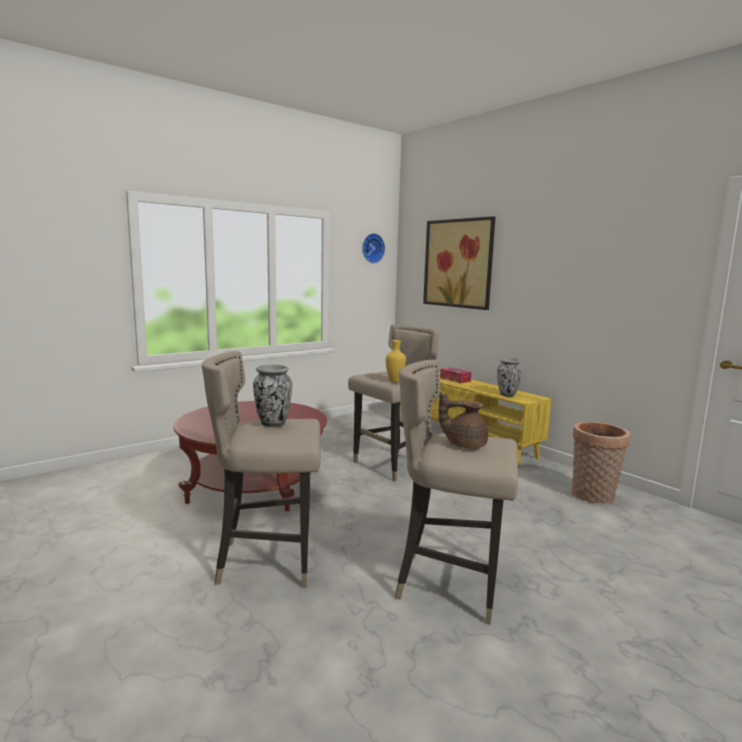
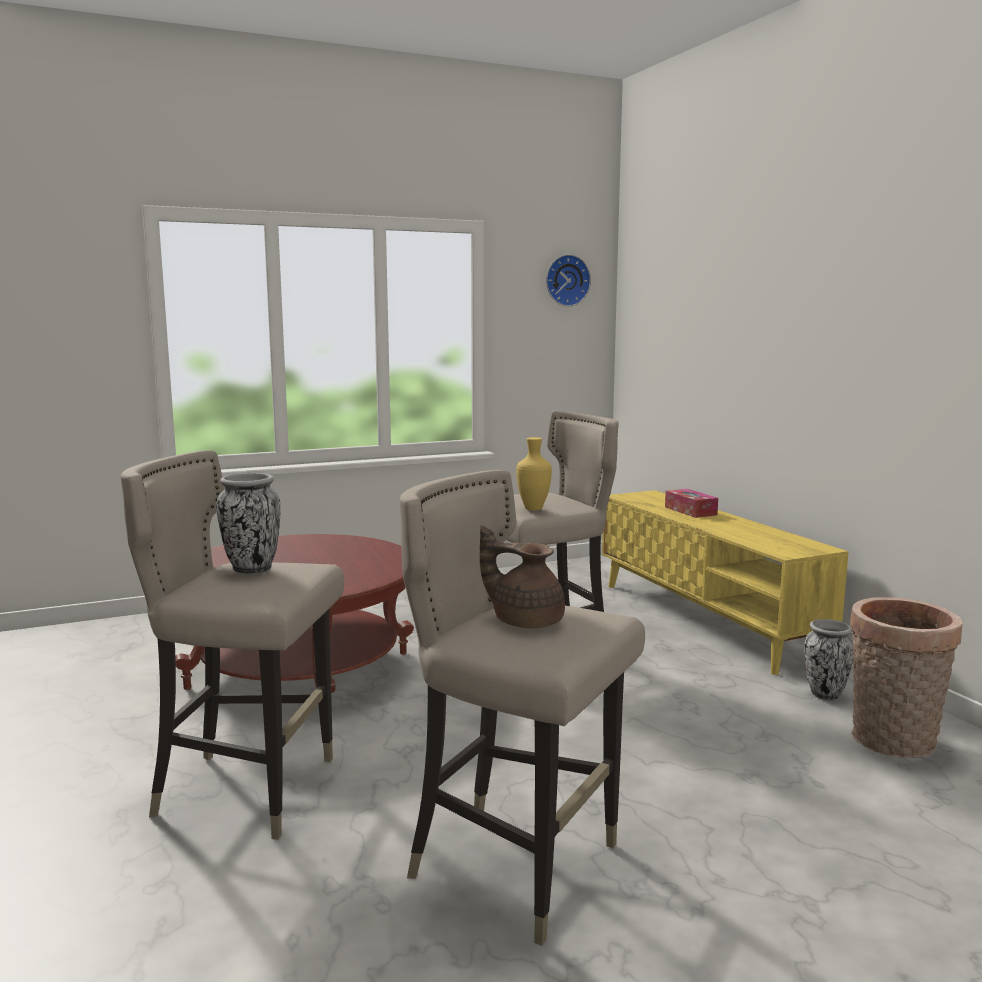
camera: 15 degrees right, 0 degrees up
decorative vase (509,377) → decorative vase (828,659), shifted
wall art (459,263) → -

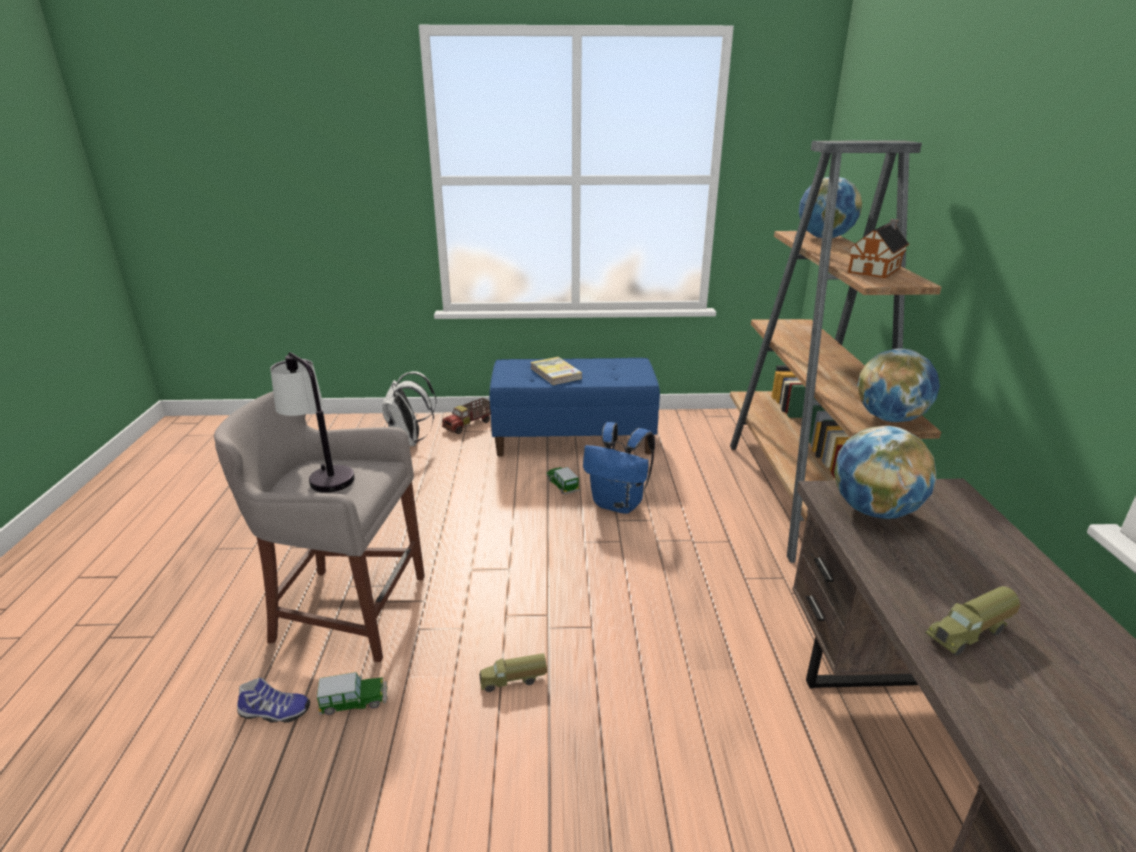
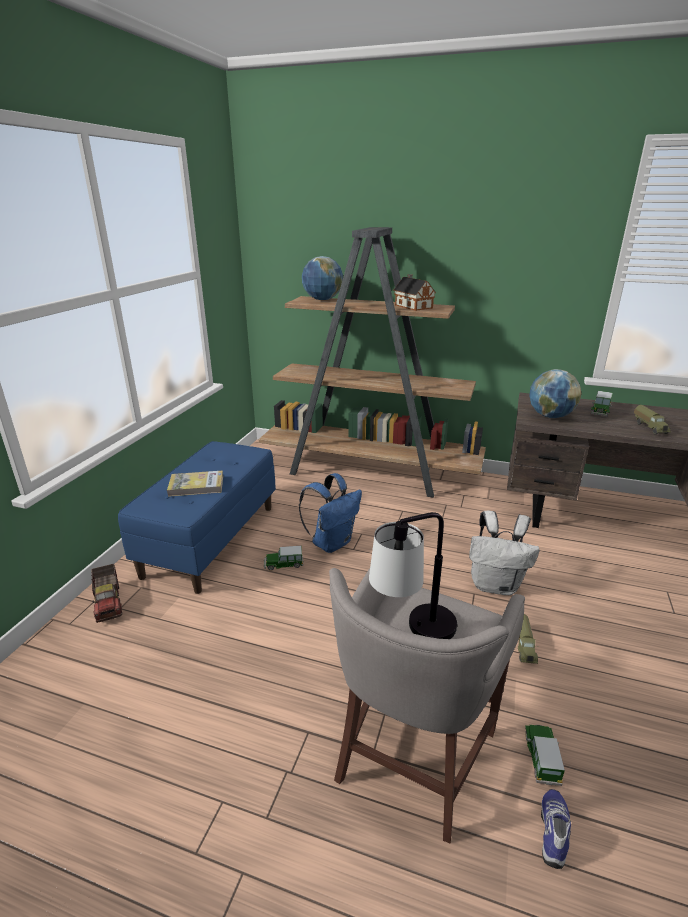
camera: 70 degrees left, 0 degrees up
rucksack (whitish) (409,408) → rucksack (whitish) (504,553), shifted
- → toy car (602,404)
globe (899,385) → -

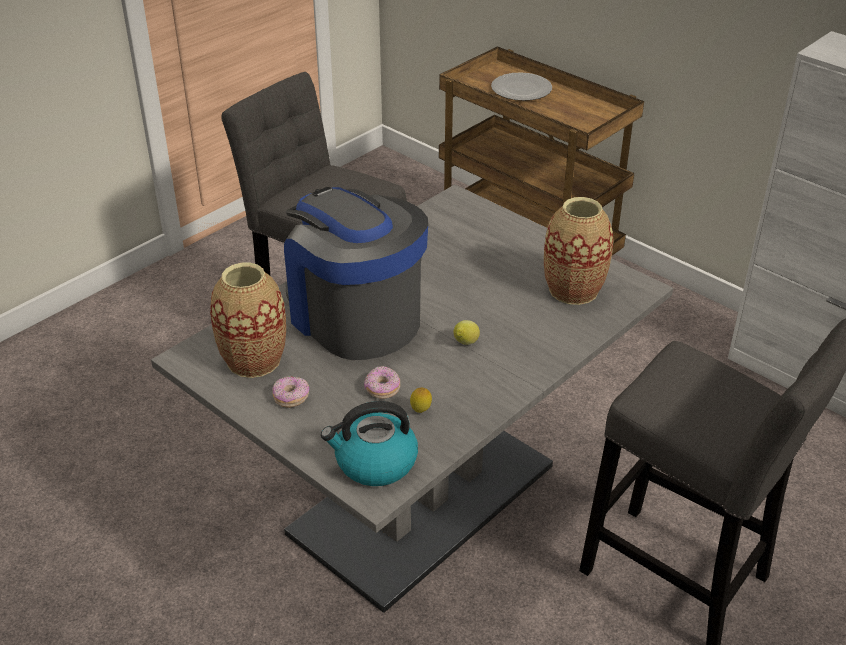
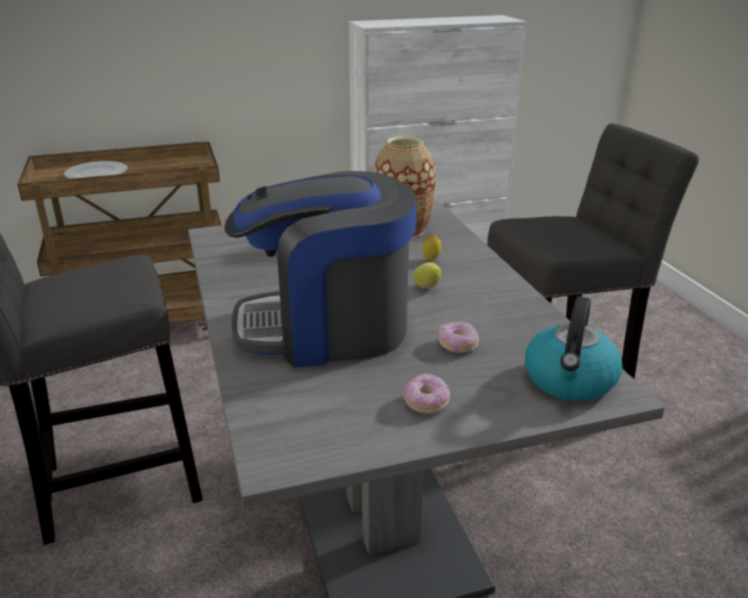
camera: 60 degrees left, 10 degrees down
citrus fruit (421,400) → citrus fruit (432,247), shifted
decorative vase (248,320) → -

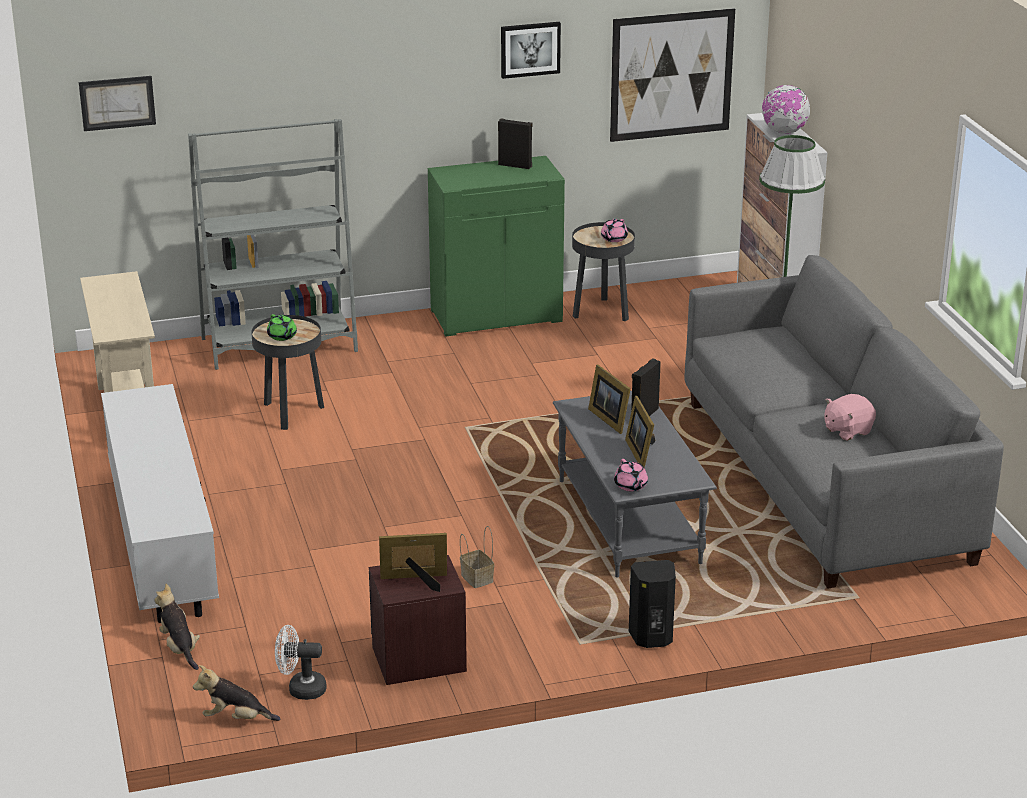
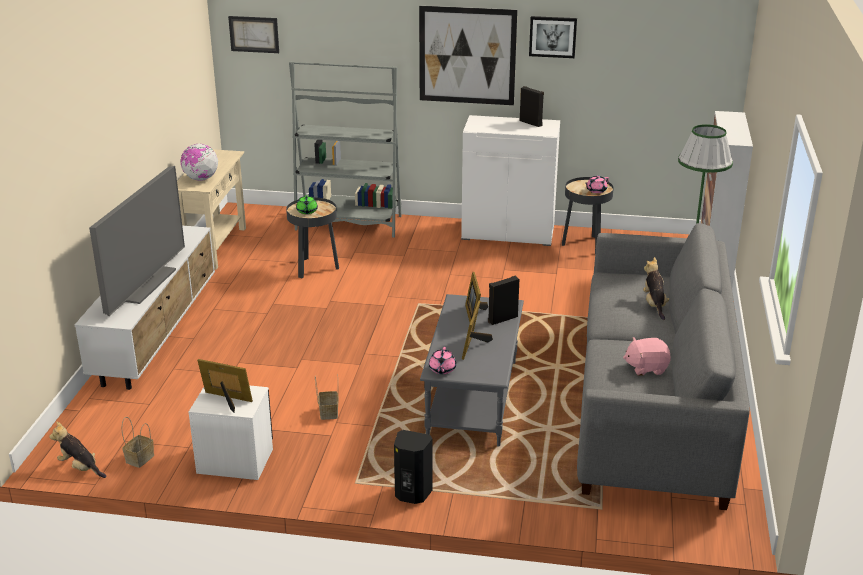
camera: 25 degrees right, 0 degrees up
- → TV (137,241)
fan (whitish) (300,662) → basket (138,442)
globe (786,109) → globe (199,162), shifted
bedside table (brownish) (418,620) → bedside table (whitish) (231,432)
wall art (672,75) → wall art (468,55), shifted
cupboard (greenish) (496,246) → cupboard (whitish) (510,180)
plush toy (177,627) → plush toy (656,288), shifted

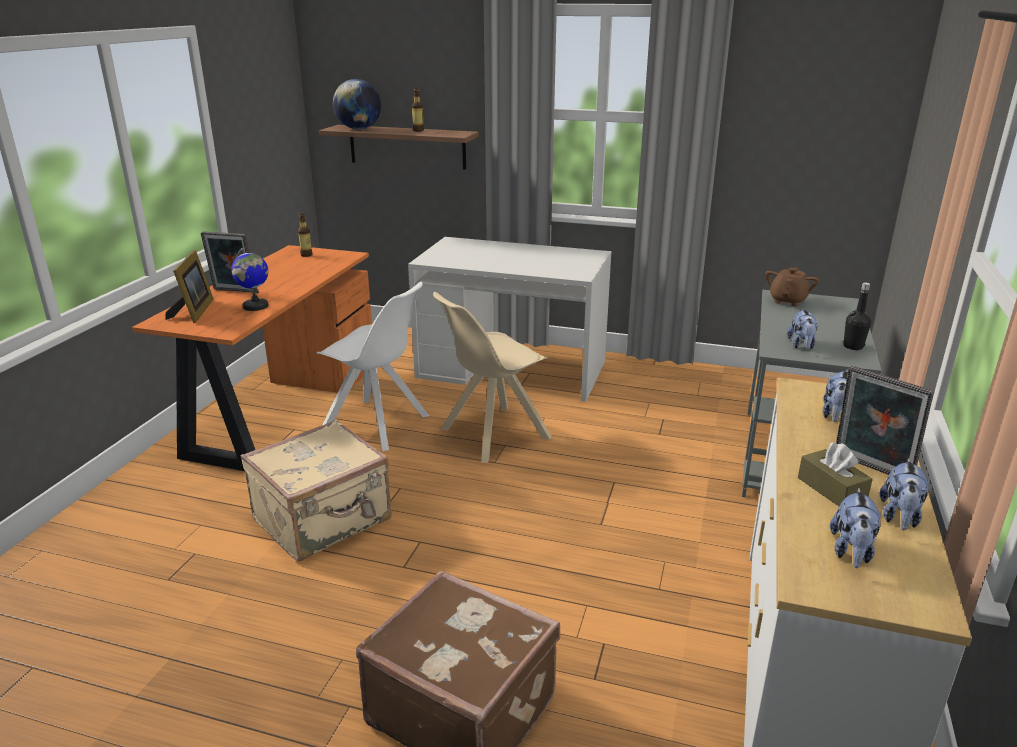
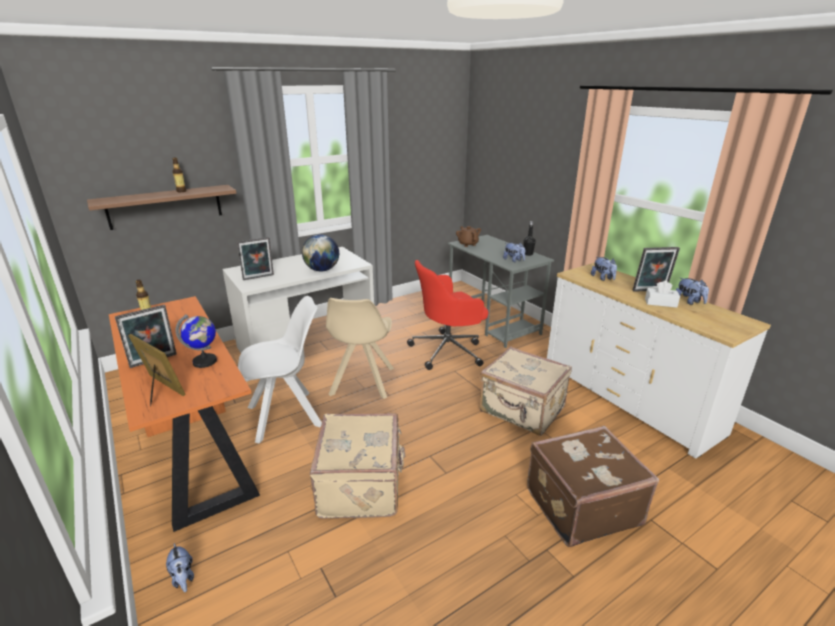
camera: 50 degrees left, 0 degrees up
plush toy (856,528) → plush toy (180,567), shifted
- → standing frame (255,258)
globe (357,104) → globe (320,252), shifted
- → computer chair (red) (447,315)
- → travel case (sand-coloured) (526,391)
box of tissues (brownish) (835,474) → box of tissues (whitish) (662,294)

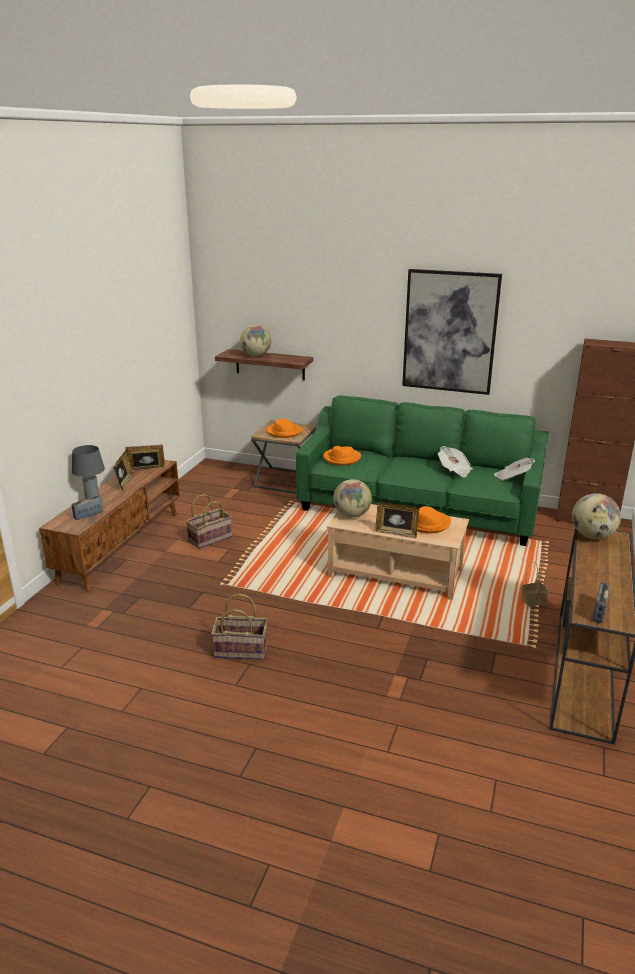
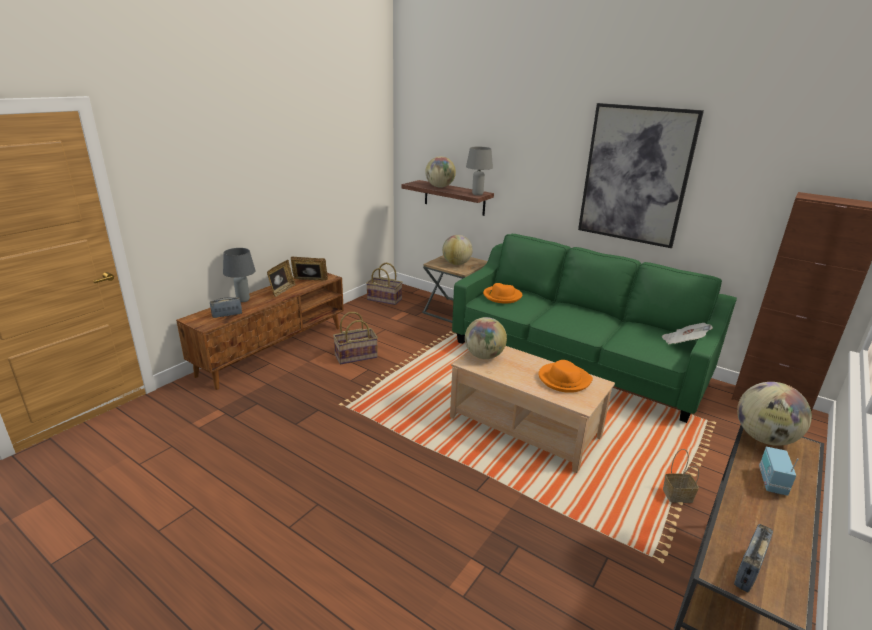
camera: 15 degrees right, 0 degrees up
basket (239,626) → basket (384,284), shifted
wearable hat (orange) (284,428) → globe (457,250)
- → tabletop lamp (greyish) (479,171)
- → radio set (778,471)
standing frame (397,520) → -
printed paper (455,462) → -

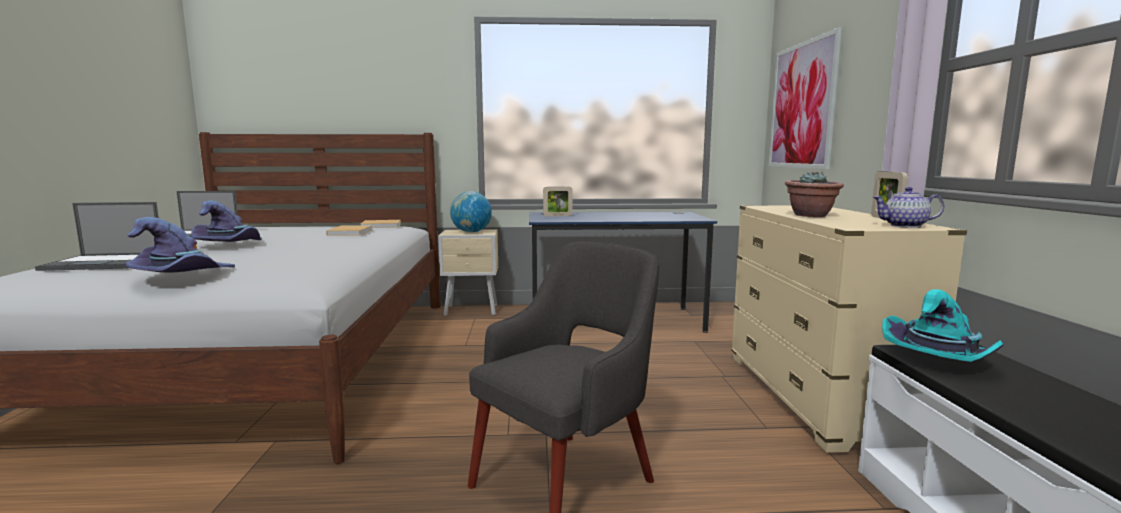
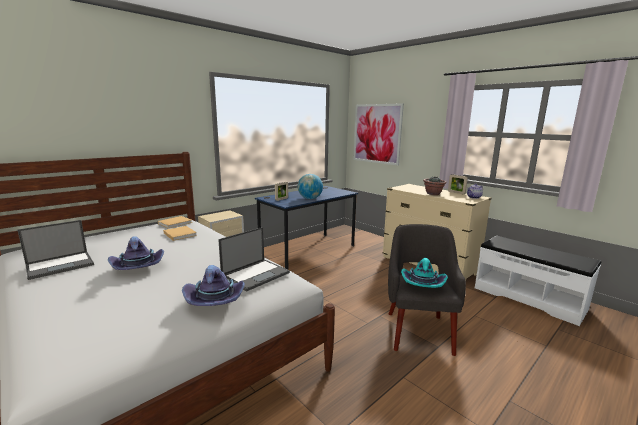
camera: 40 degrees left, 5 degrees up
portable computer (97,236) → portable computer (254,259), shifted
globe (471,212) → globe (310,186), shifted
wearable hat (blue-green) (943,325) → wearable hat (blue-green) (424,273), shifted

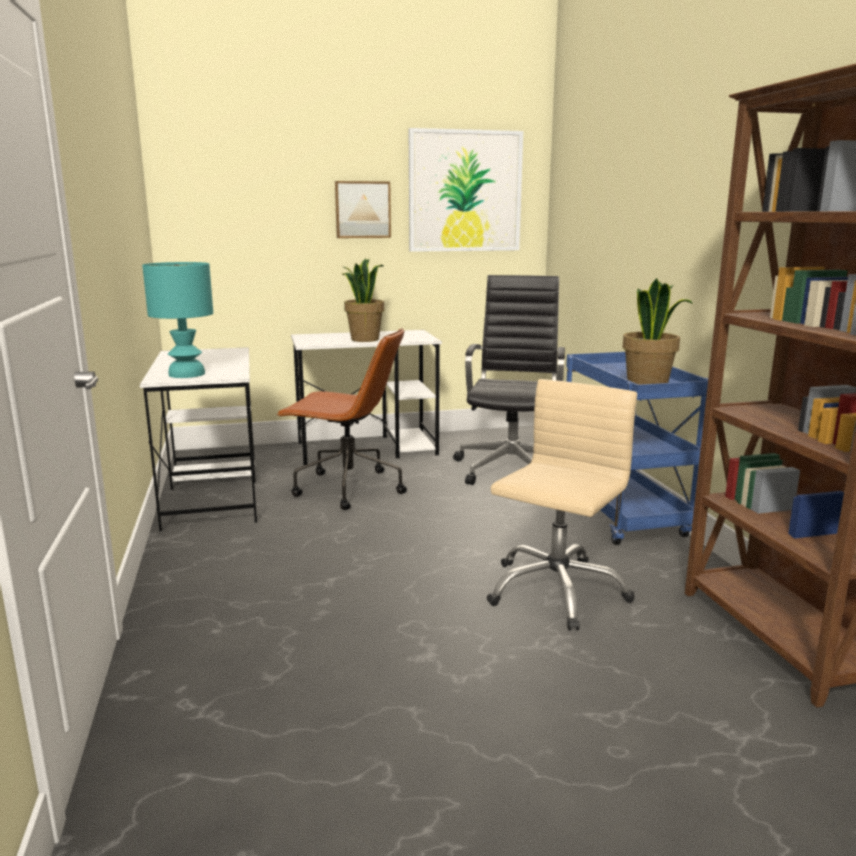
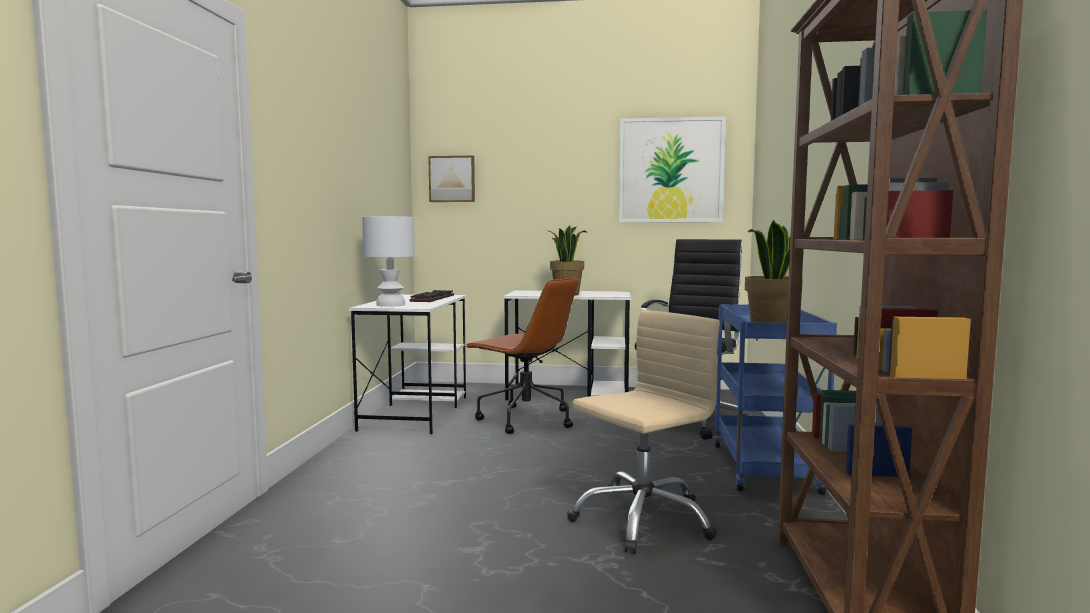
camera: 20 degrees right, 10 degrees down
tabletop lamp (blue-green) (177,320) → tabletop lamp (whitish) (388,261)
- → keyboard (432,296)
wall art (363,209) → wall art (451,179), shifted

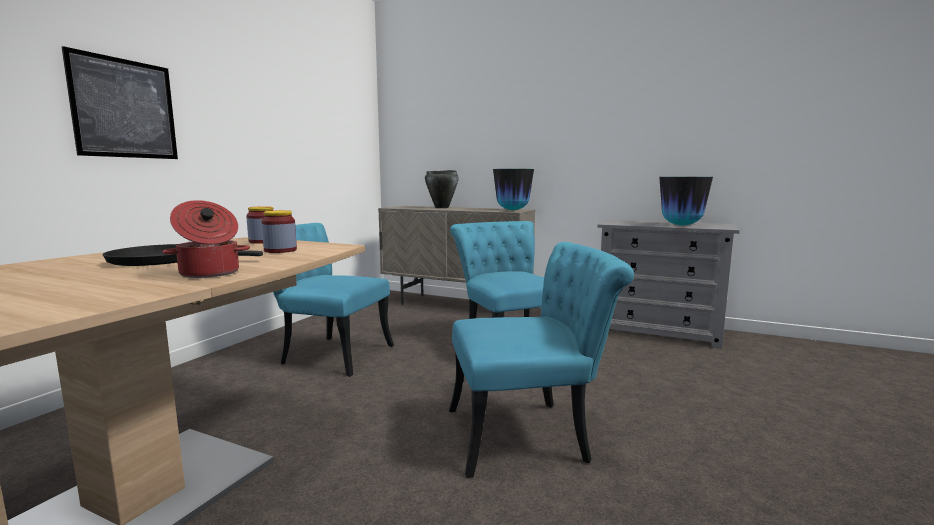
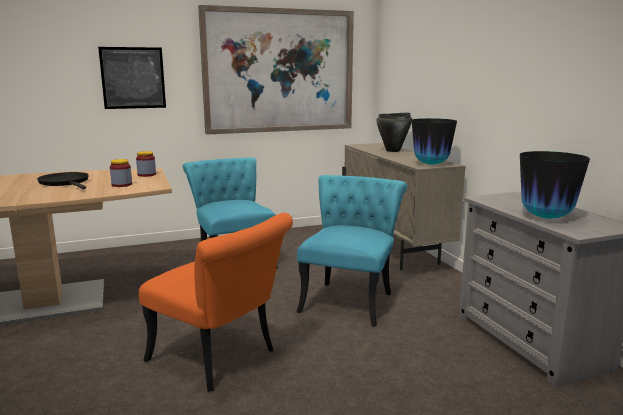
camera: 45 degrees right, 5 degrees up
chair (blue-green) (541,360) → chair (orange) (216,302)
- → wall art (276,69)
saucepot (206,239) → -

